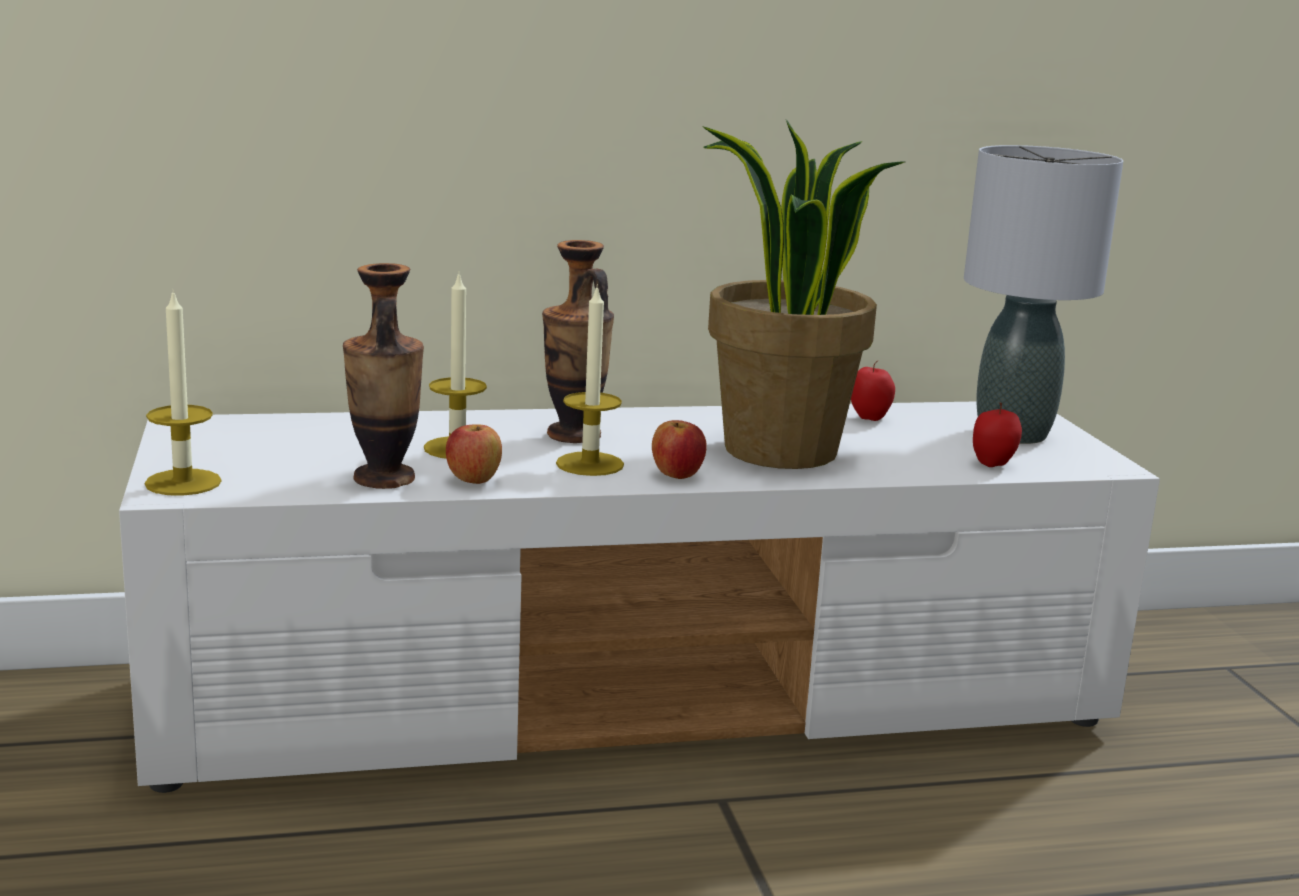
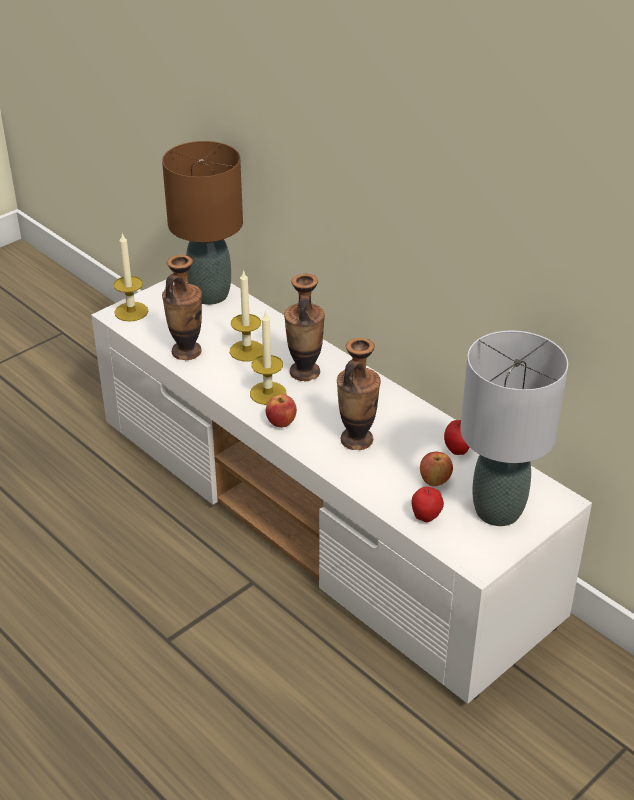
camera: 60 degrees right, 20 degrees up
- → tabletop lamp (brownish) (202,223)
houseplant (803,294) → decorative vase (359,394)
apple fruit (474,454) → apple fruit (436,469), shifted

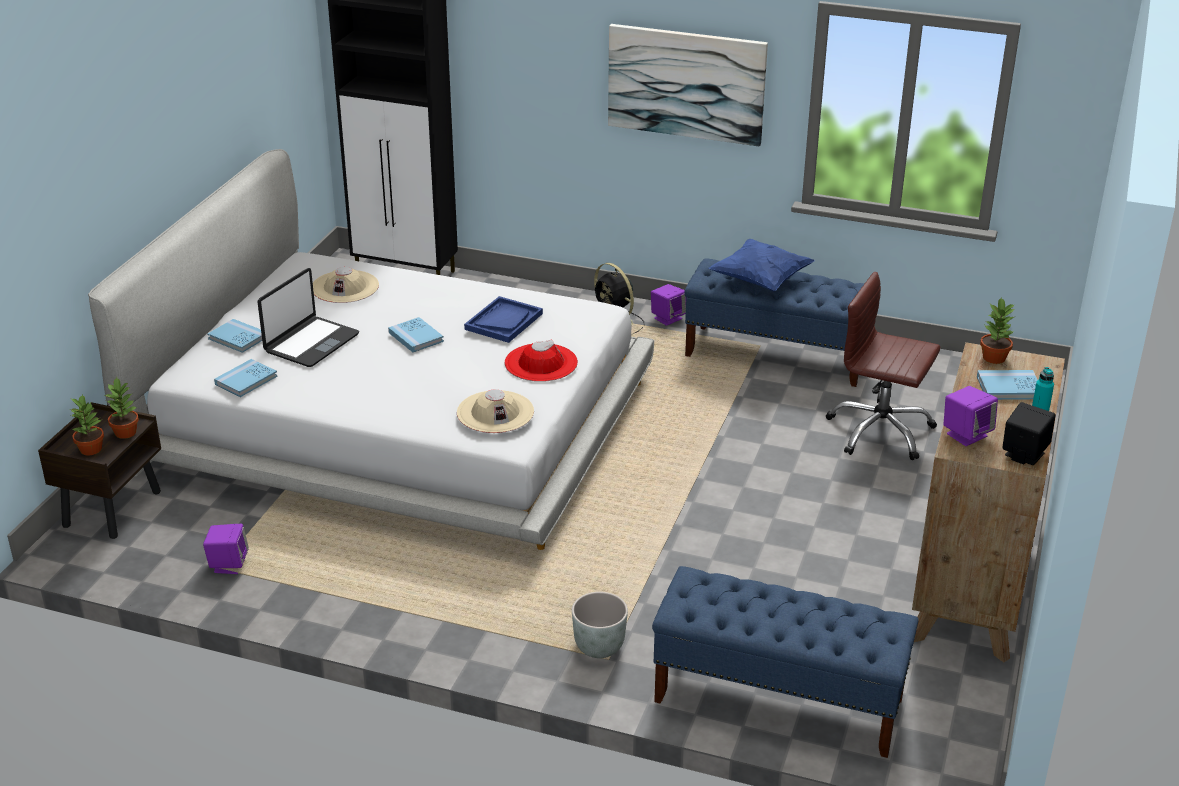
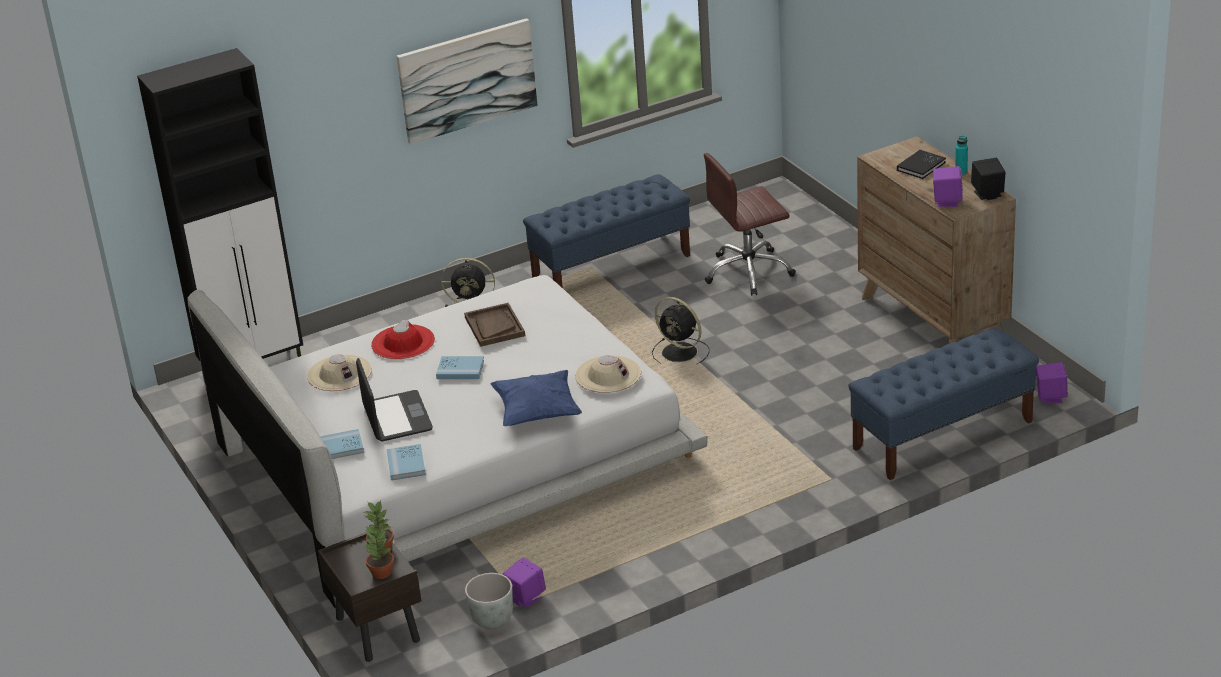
camera: 45 degrees left, 0 degrees up
wearable hat (red) (541,361) → wearable hat (red) (403,339), shifted
serving tray (blue) (503,319) → serving tray (brownish) (494,325)
planter (greyish) (600,625) → planter (greyish) (489,601), shifted
throw pillow (blue) (761,265) → throw pillow (blue) (536,398), shifted
- → fan (black) (681,330)
volume (blue) (1007,385) → volume (black) (921,164)
speaker (purple) (668,305) → speaker (purple) (1052,382), shifted
houseplant (997,330) → -

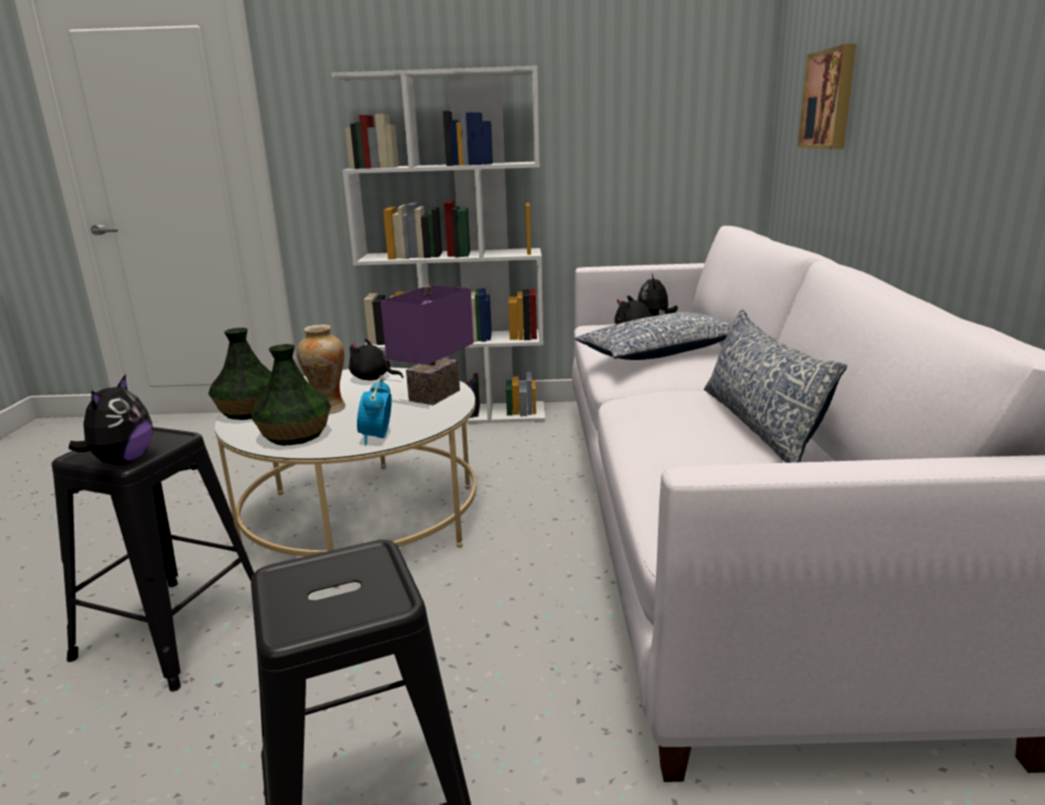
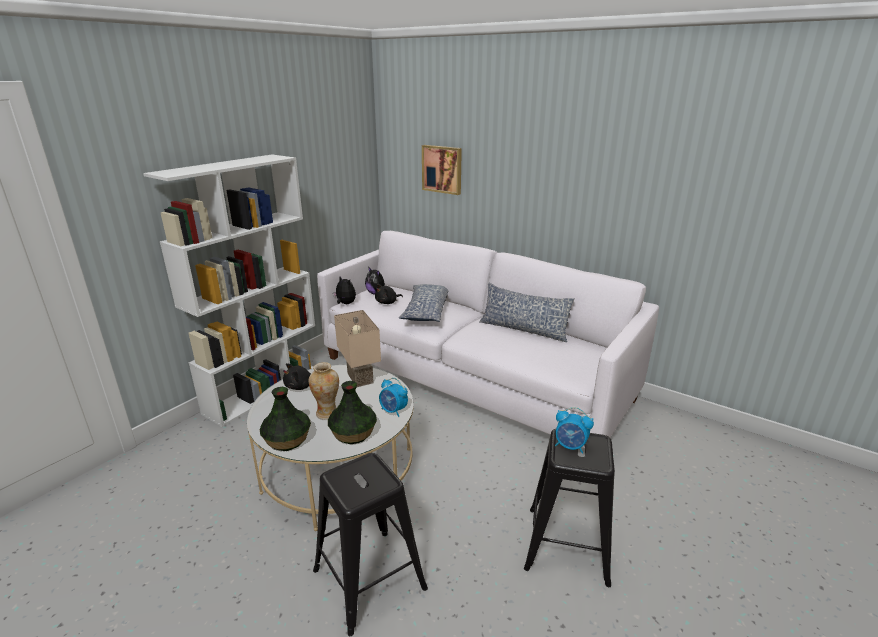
camera: 55 degrees left, 5 degrees up
plush toy (110,419) → plush toy (344,290), shifted
tabletop lamp (purple) (427,345) → tabletop lamp (sand-coloured) (357,348)
- → table clock (574,430)

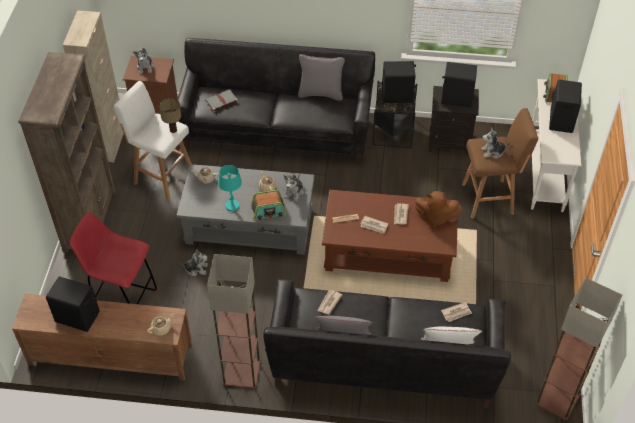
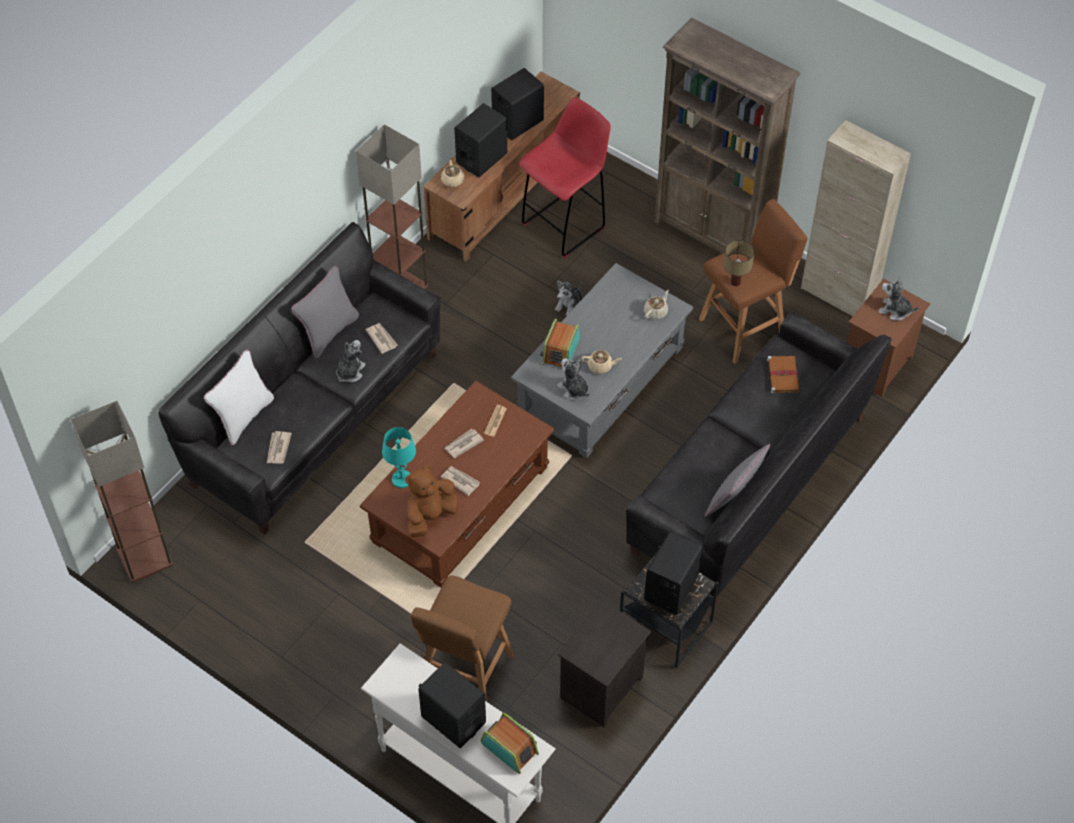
camera: 120 degrees right, 5 degrees up
plush toy (495,143) → plush toy (350,361), shifted
tabletop lamp (blue-green) (230,188) → tabletop lamp (blue-green) (399,457), shifted
speaker (black) (459,84) → speaker (black) (480,140), shifted
stool seat (whitish) (153,140) → stool seat (brownish) (753,281)
volume (greyish) (221,100) → volume (brownish) (783,374)

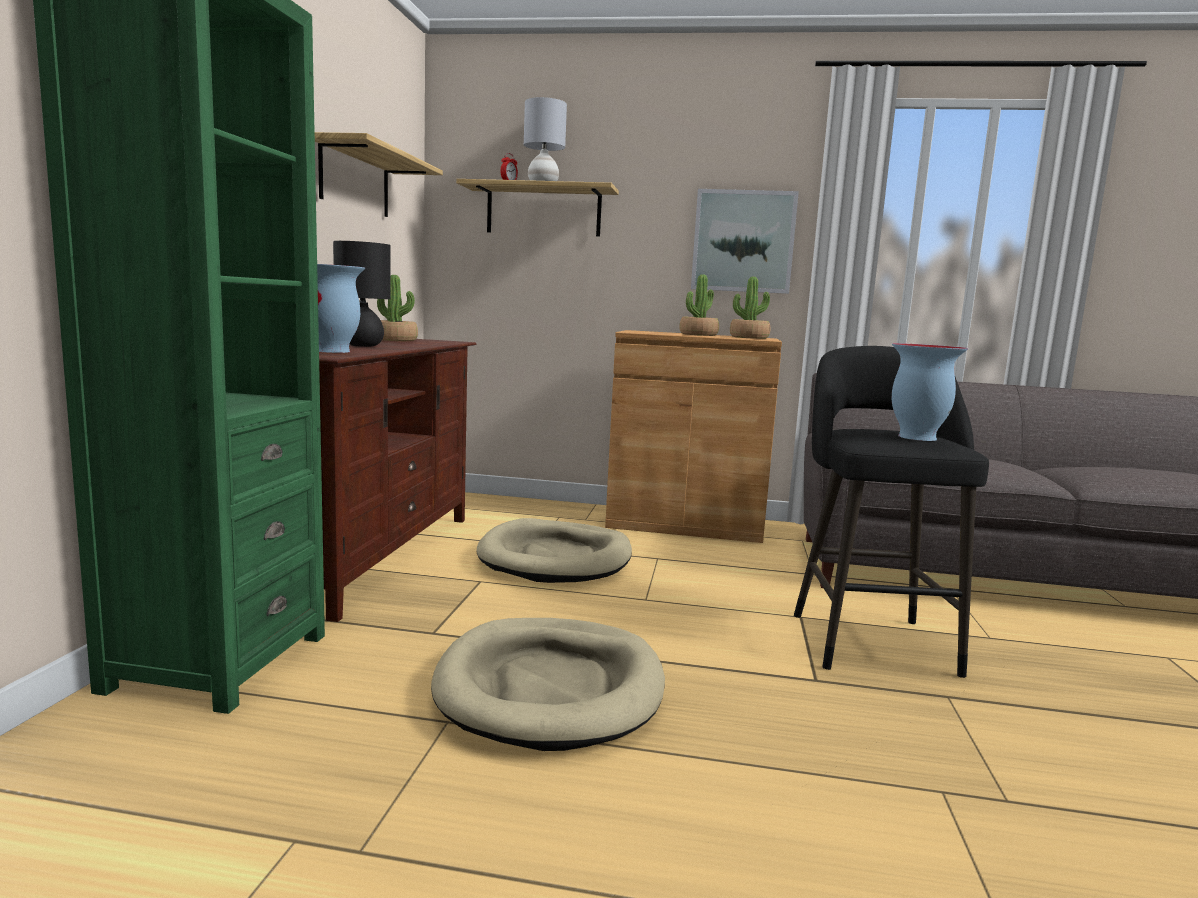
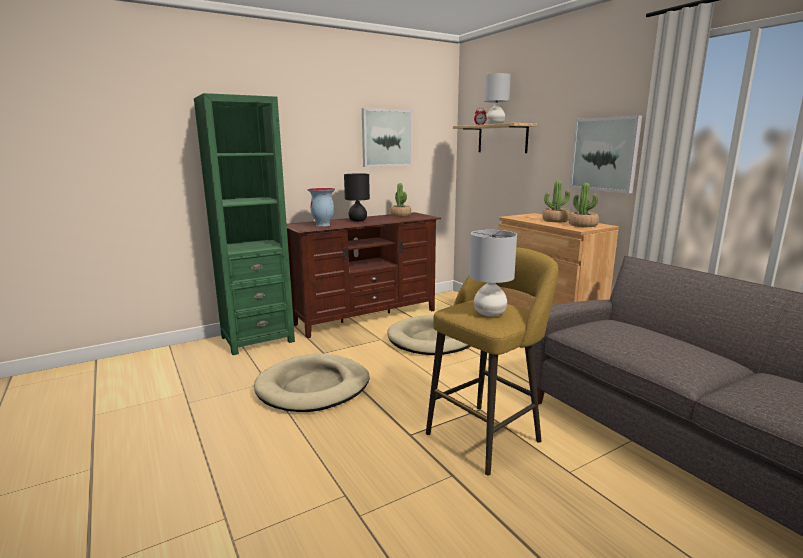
camera: 50 degrees right, 5 degrees up
wall shelf (379,174) → wall art (387,137)
stool seat (black) (891,512) → stool seat (yellowish) (492,361)
decorative vase (930,392) → tabletop lamp (greyish) (493,273)

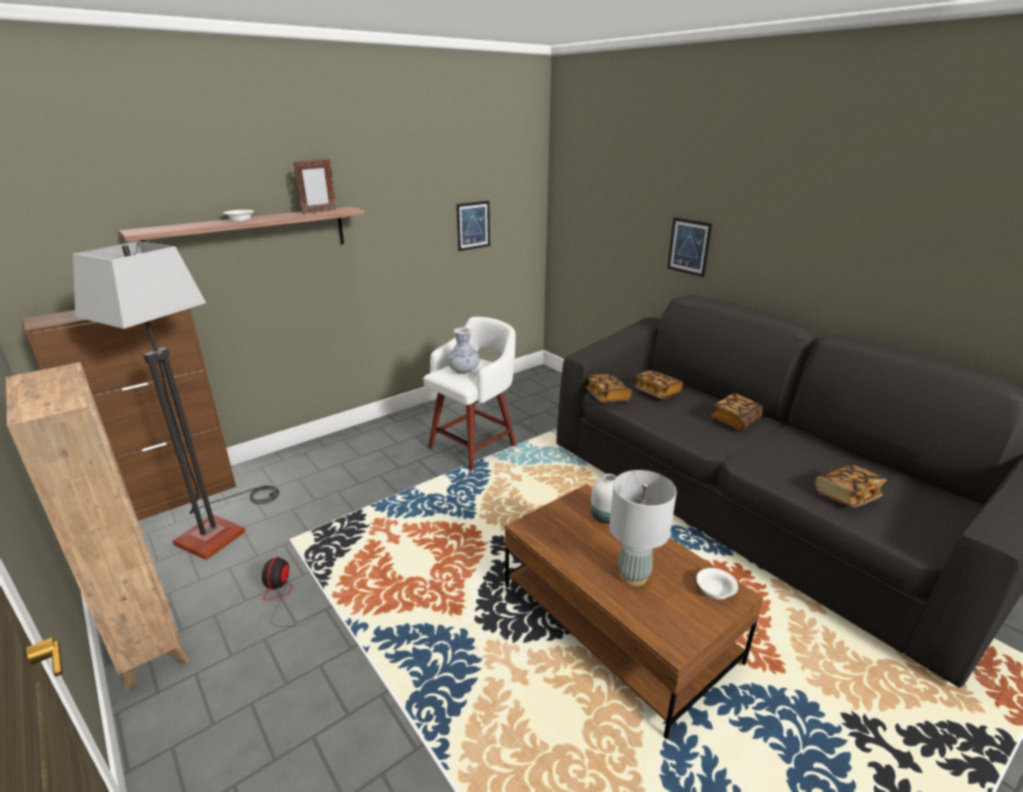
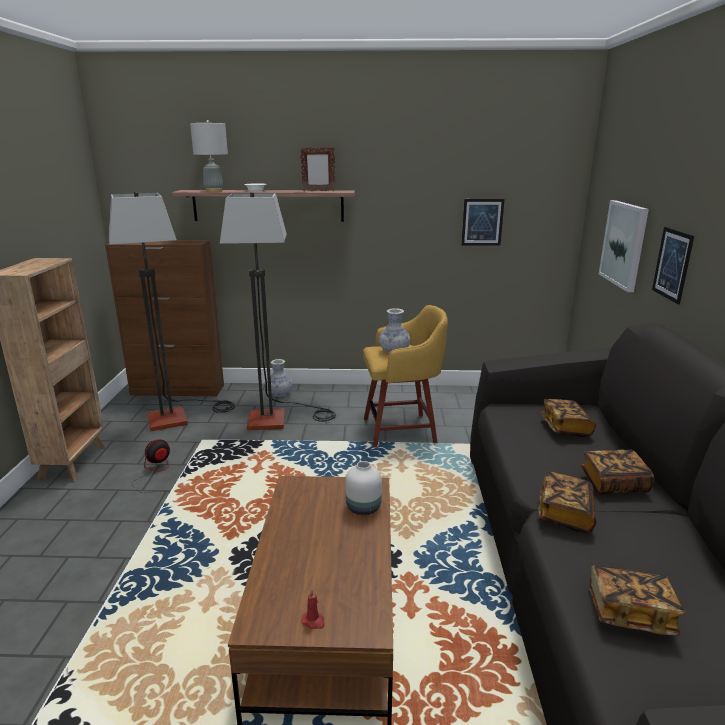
camera: 40 degrees right, 5 degrees down
tabletop lamp (greyish) (643,528) → tabletop lamp (greyish) (209,156), shifted
- → floor lamp (278,311)
- → decorative vase (279,378)
- → wax light (red) (312,609)
stool seat (whitish) (469,394) → stool seat (yellowish) (405,376)
volume (609,388) → volume (567,502), shifted
- → wall art (624,246)
bowl (whitish) (717,584) → -

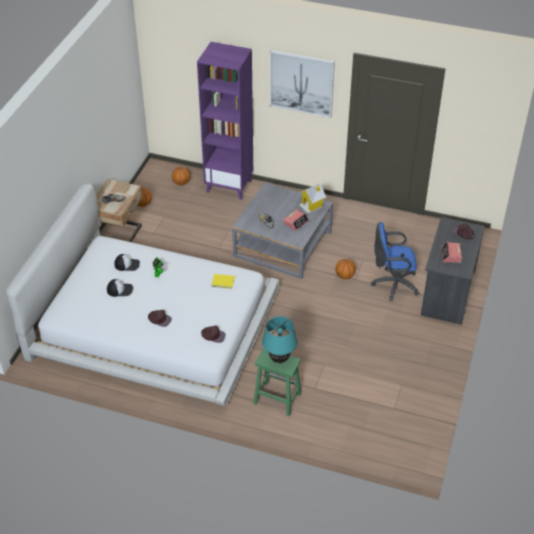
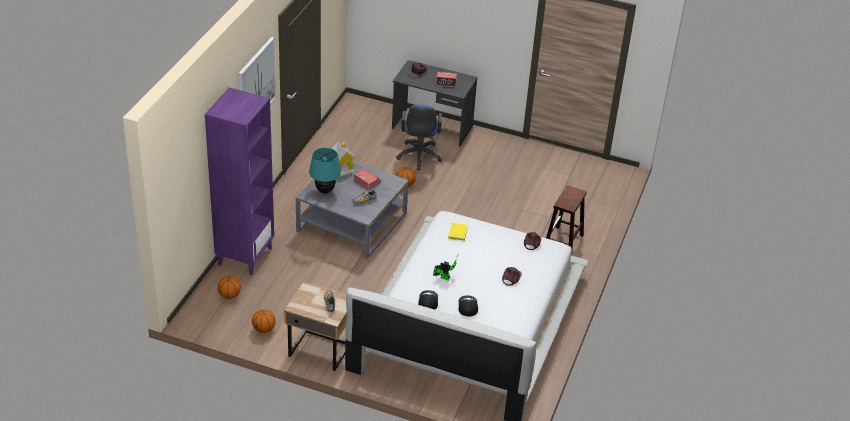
camera: 90 degrees left, 5 degrees down
tabletop lamp (blue-green) (279,339) → tabletop lamp (blue-green) (325,170), shifted
stool seat (greenish) (277,381) → stool seat (brownish) (566,220)

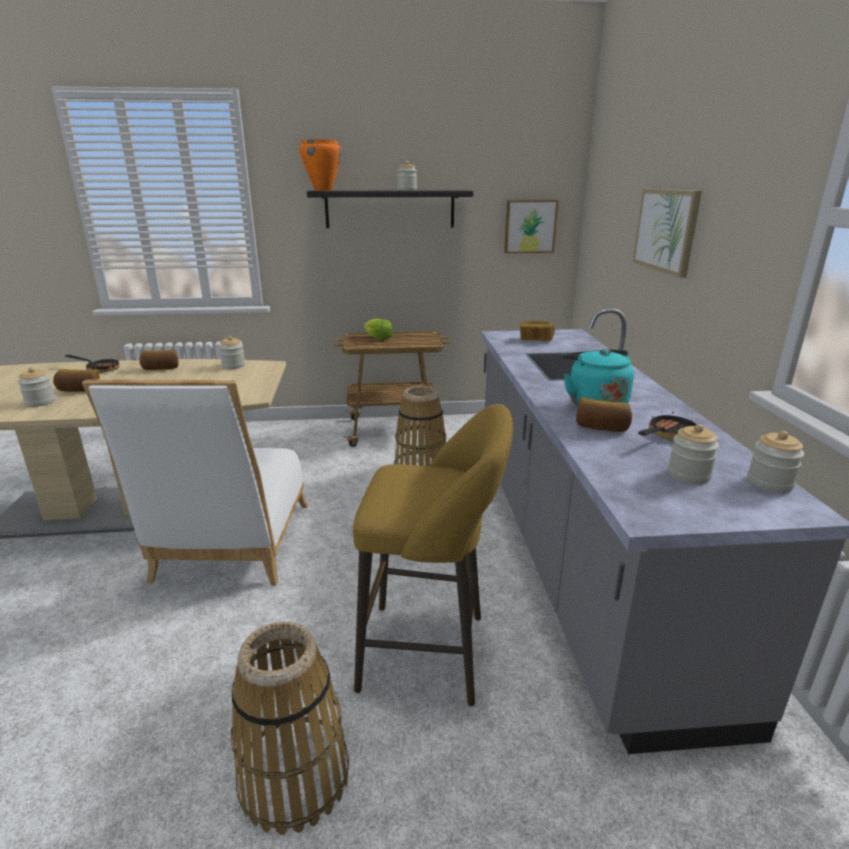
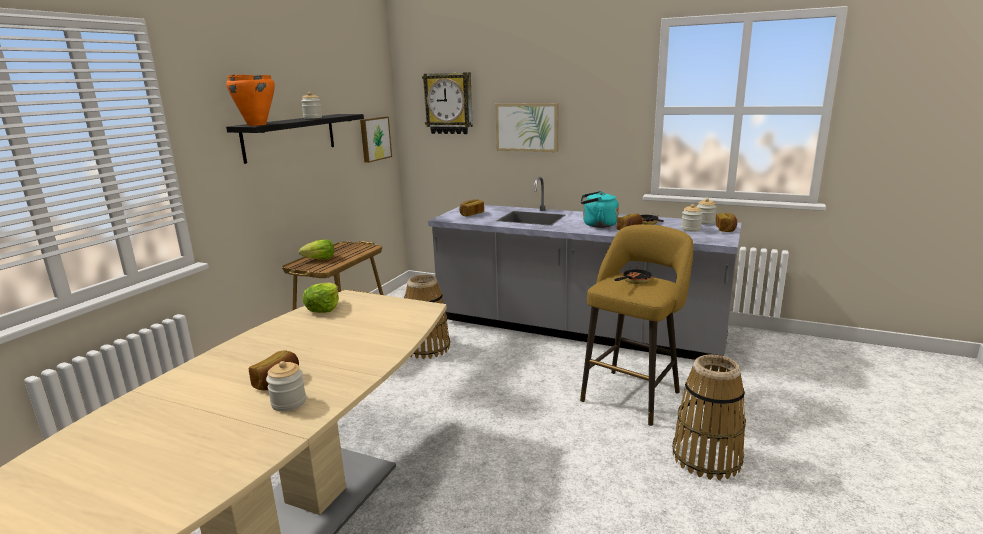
camera: 60 degrees left, 5 degrees down
preserve jar (232,352) → lettuce head (321,298)
- → hanging clock (447,103)
pan (92,364) → pan (633,275), shifted
bakery bread (159,360) → bakery bread (726,222), shifted
chair (whitish) (195,482) → -

